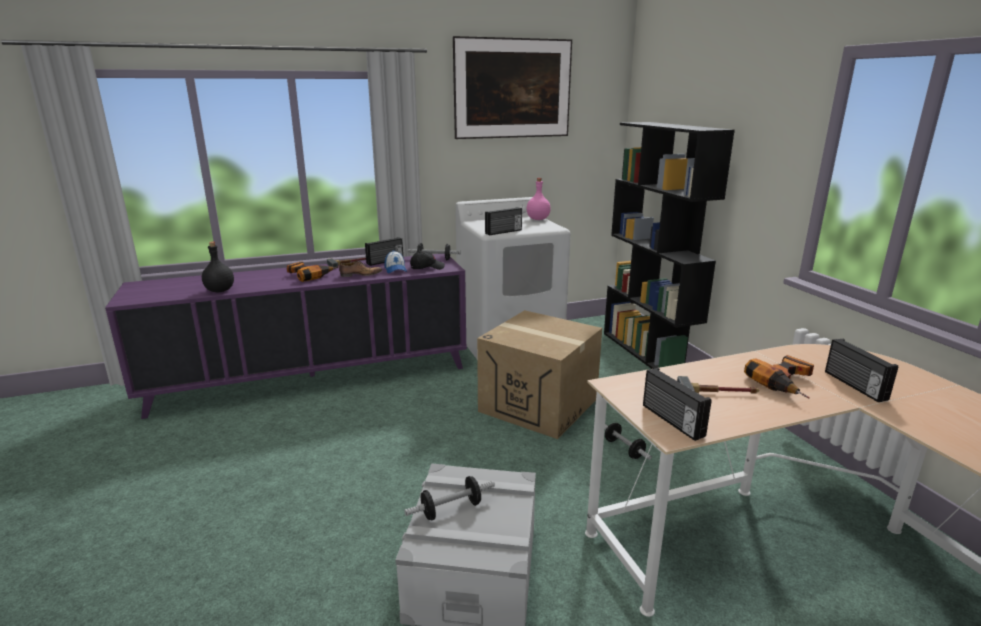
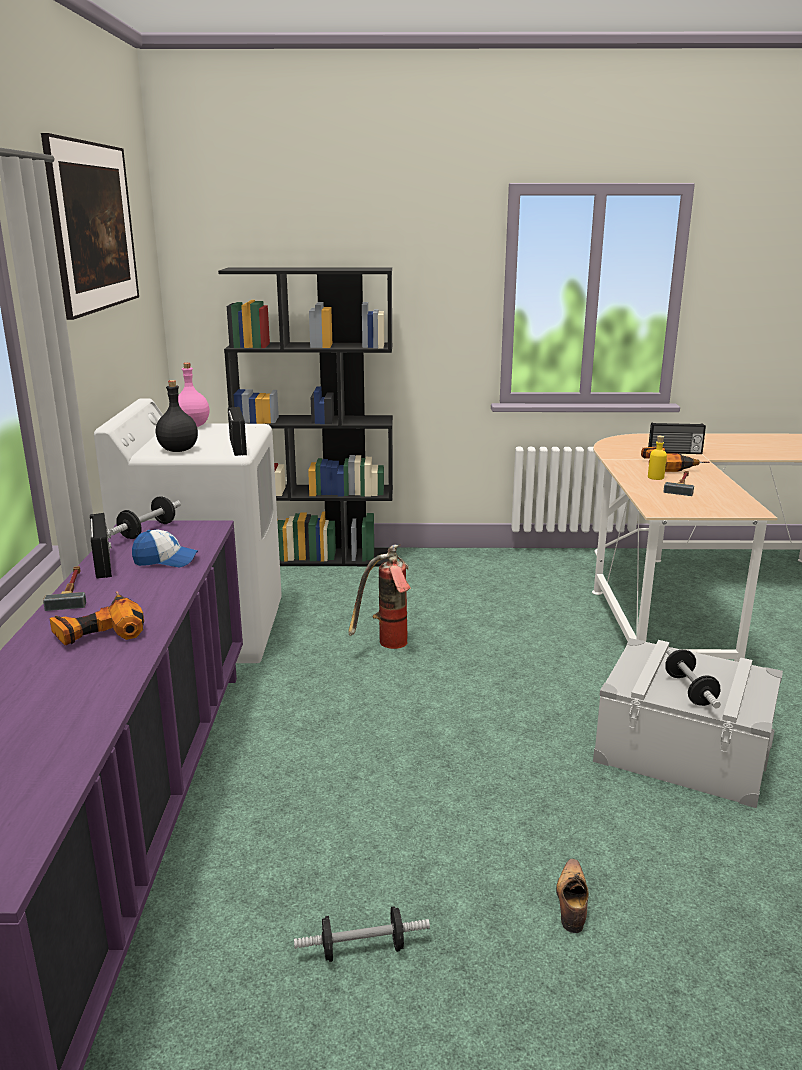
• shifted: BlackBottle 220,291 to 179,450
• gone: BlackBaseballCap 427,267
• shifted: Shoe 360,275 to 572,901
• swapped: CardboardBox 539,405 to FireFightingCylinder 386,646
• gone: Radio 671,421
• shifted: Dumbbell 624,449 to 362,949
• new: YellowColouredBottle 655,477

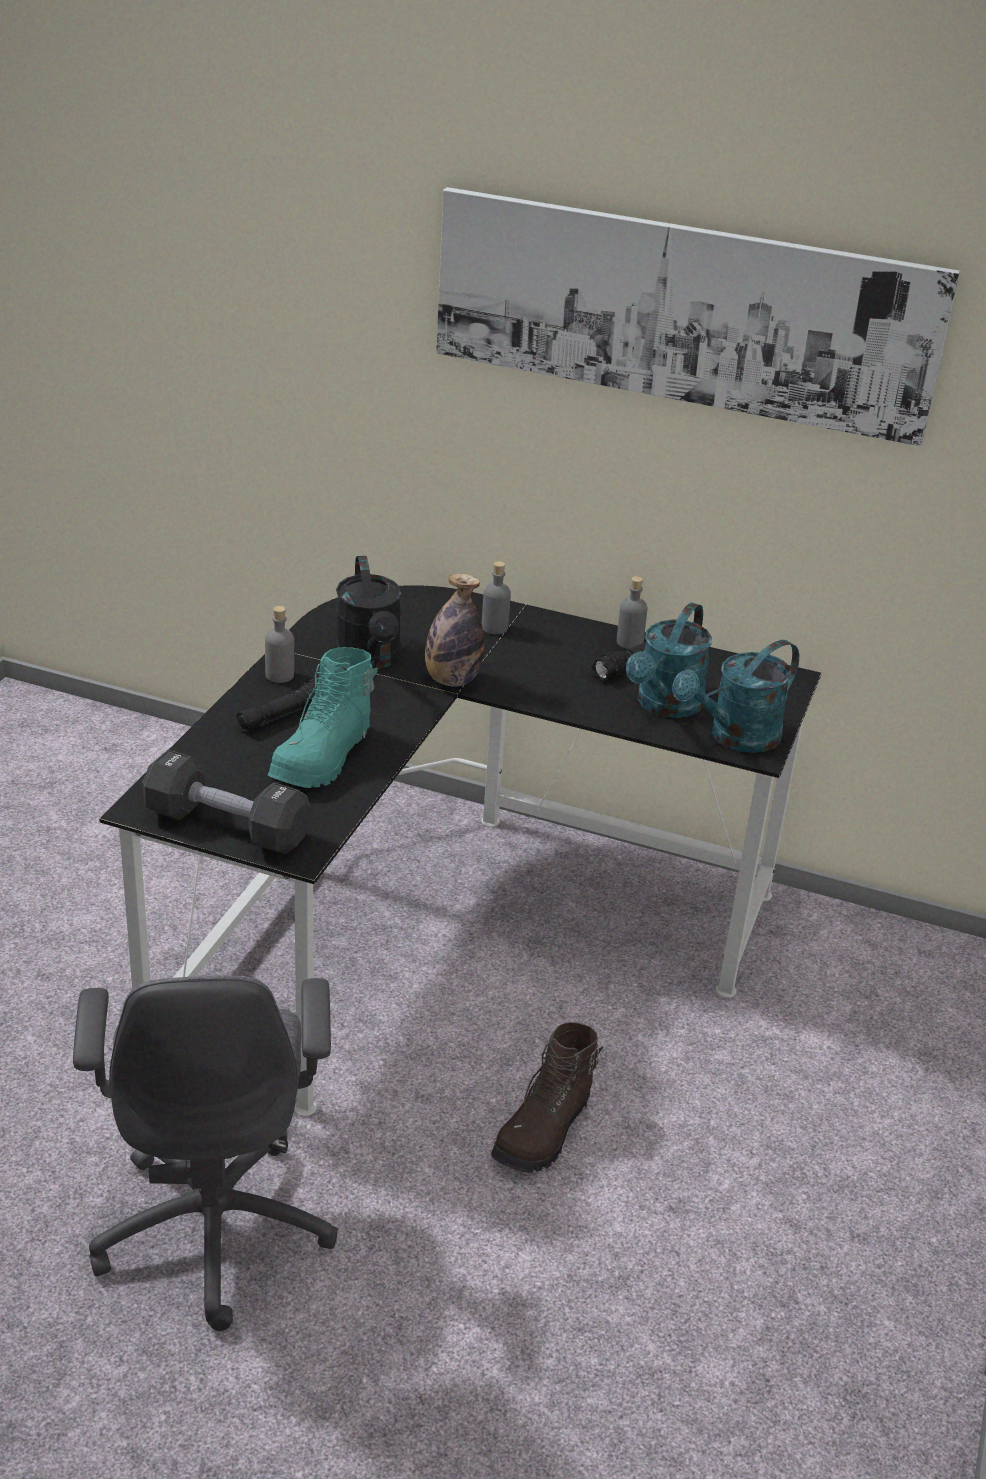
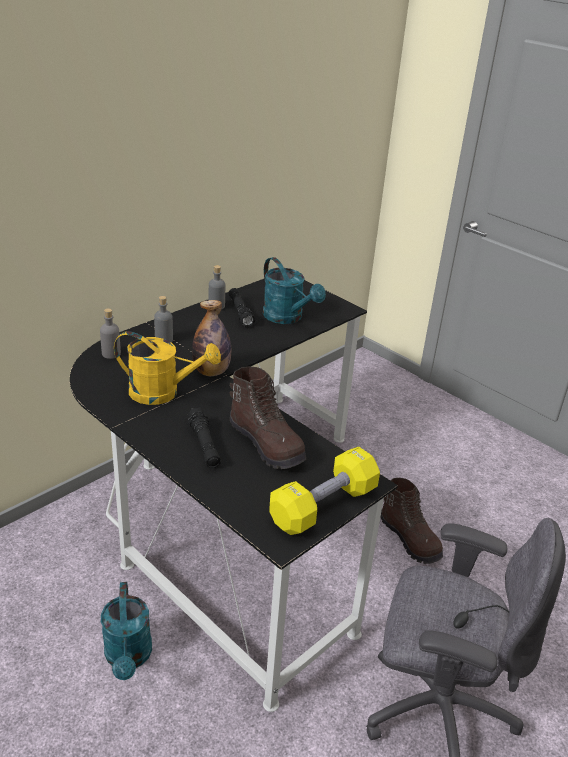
• gone: WallArt 682,312
• repainted: BlackWateringCan 371,659 to YellowColouredWateringCan 163,393
• shifted: GrayBottle 279,675 to 111,354
• shifted: BlueGreenWateringCan 735,738 to 128,657
• repainted: BlueGreenBoot 324,758 to BrownColouredBoot 267,444
• repainted: BlackDumbbell 227,826 to YellowColouredDumbbell 323,506

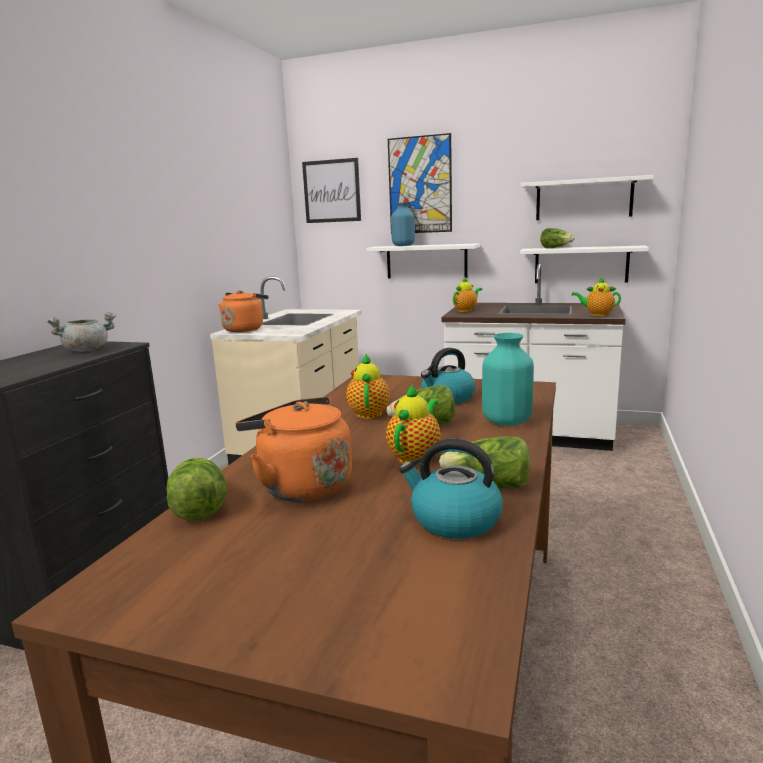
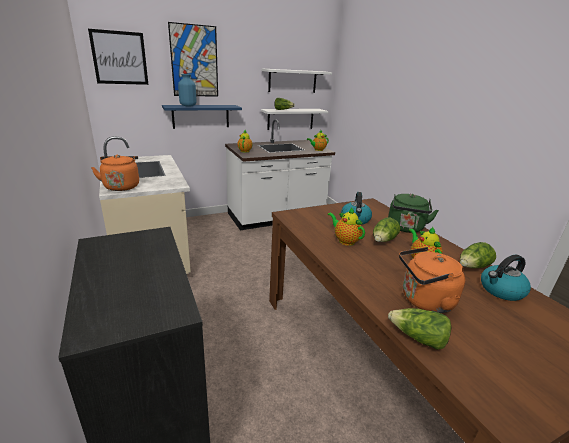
• repainted: WhiteWallShelf 426,261 to BlueWallShelf 201,116
• gone: GrayStockpot 87,350
• swapped: BlueGreenFlowerVase 506,421 to GreenColouredWaterKettle 405,228

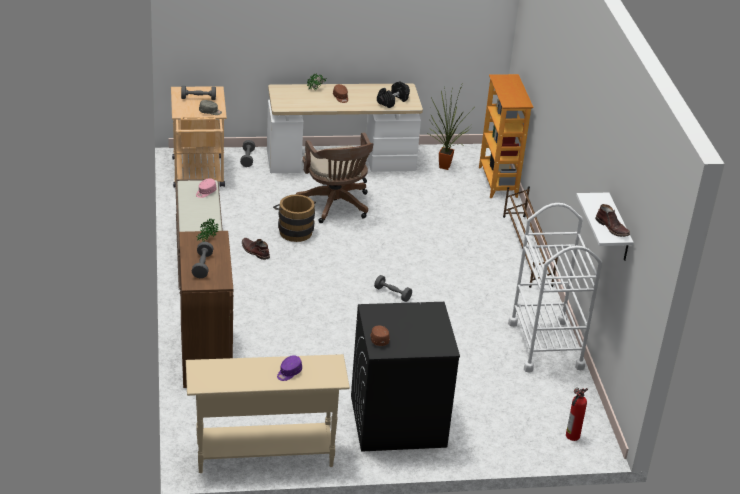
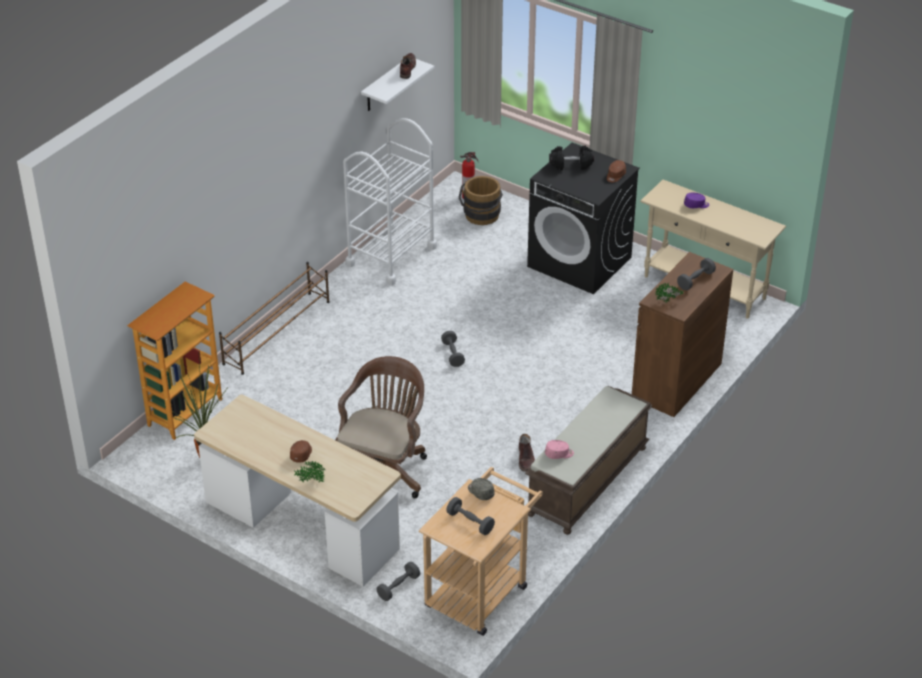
• shifted: BlackDumbbell 392,101 to 571,165
• shifted: BrownColouredWaterBucket 294,230 to 481,217

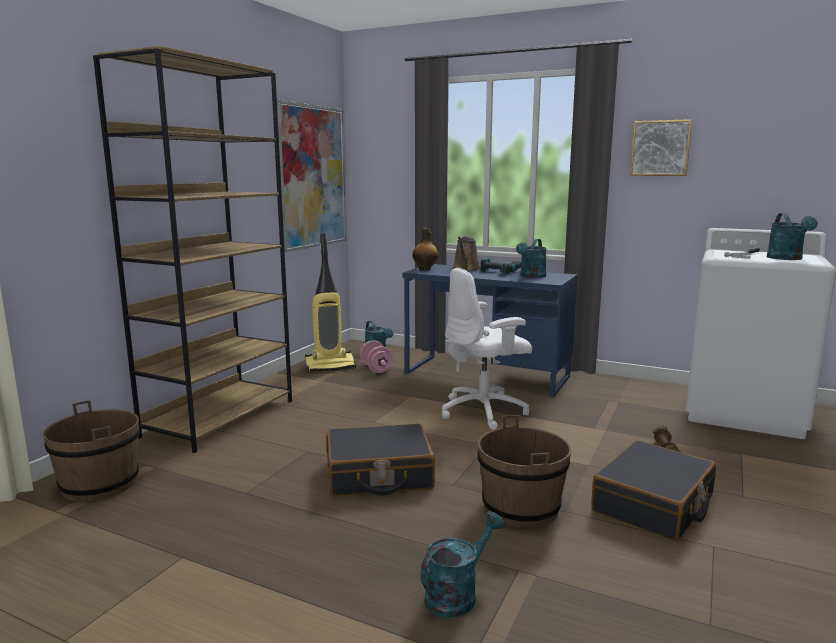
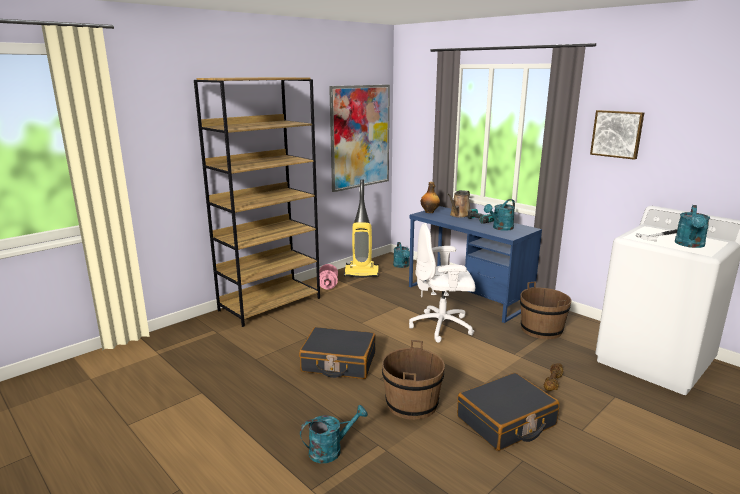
• shifted: PinkDumbbell 376,369 to 328,285
• shifted: BrownColouredWaterBucket 100,484 to 541,330

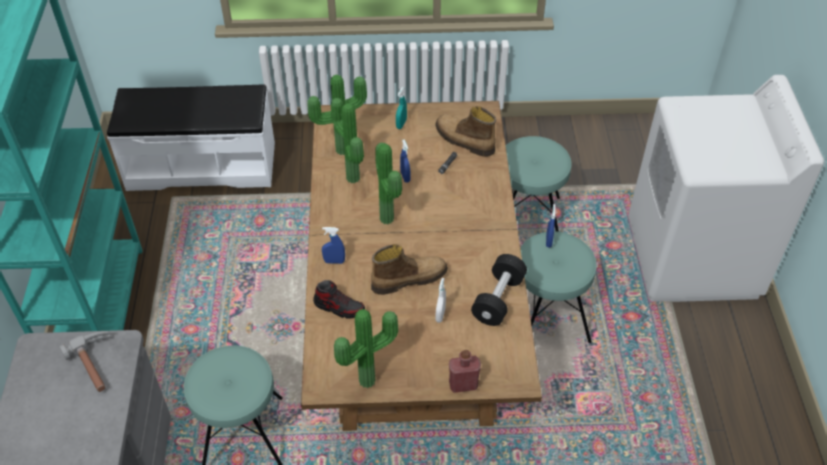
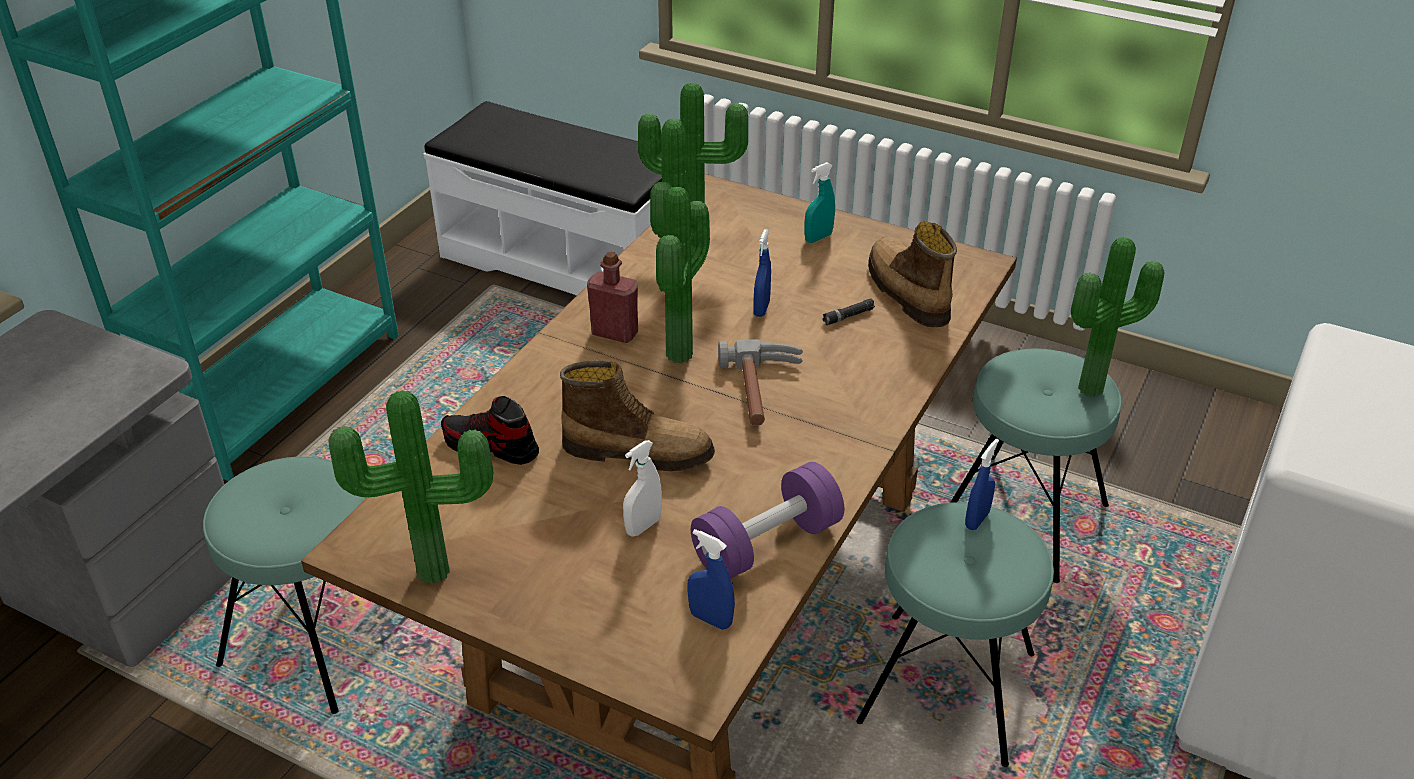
• shifted: BlueSprayer 334,261 to 710,619
• repainted: BlackDumbbell 498,299 to PurpleColouredDumbbell 766,544
• rotated: Shoe 339,307 = 491,447 150 degrees clockwise
• shifted: HandHammer 98,364 to 764,391
• shifted: RedColouredBottle 463,384 to 615,333
• new: PottedPlant 1094,391

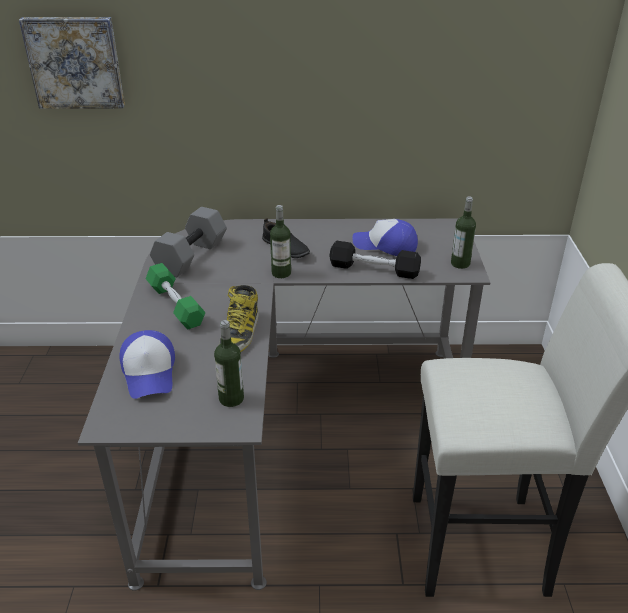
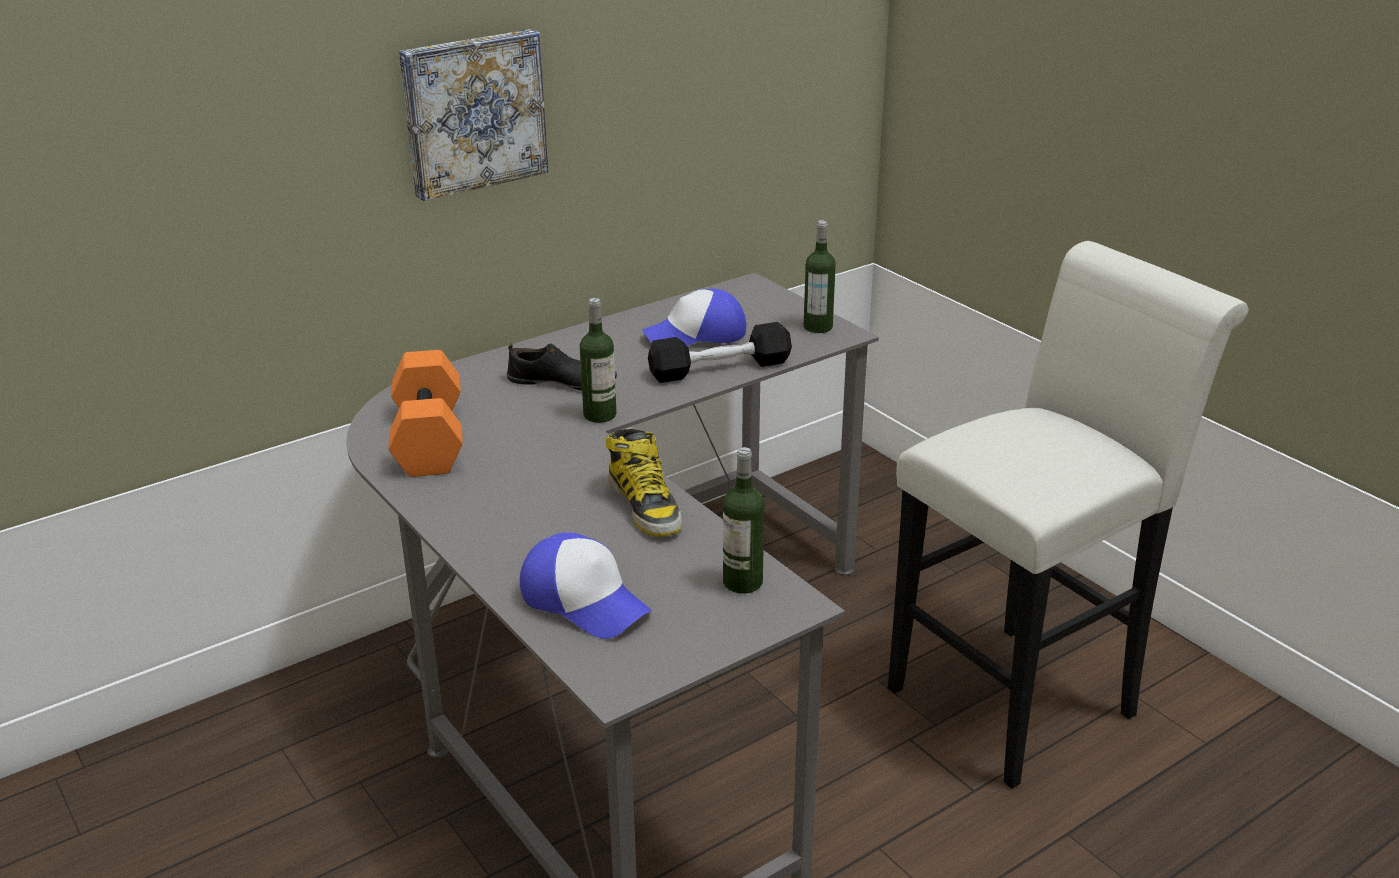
• shifted: WallArt 75,62 to 472,112
• repainted: GrayDumbbell 191,257 to OrangeDumbbell 431,439
• gone: GreenColouredDumbbell 176,305

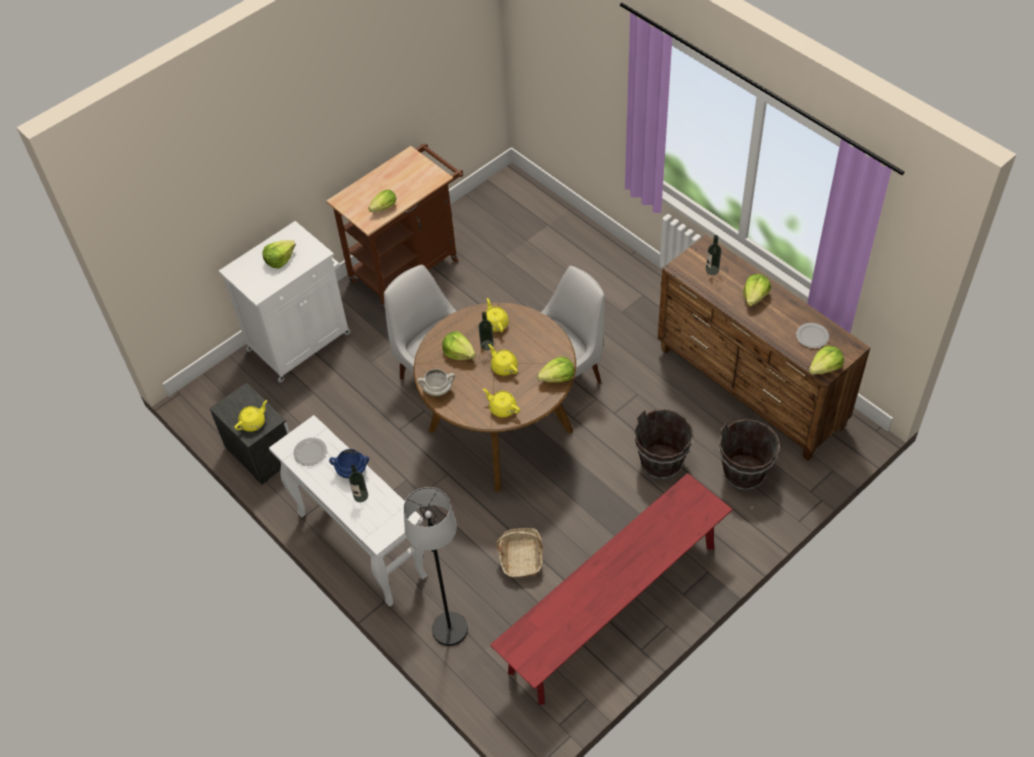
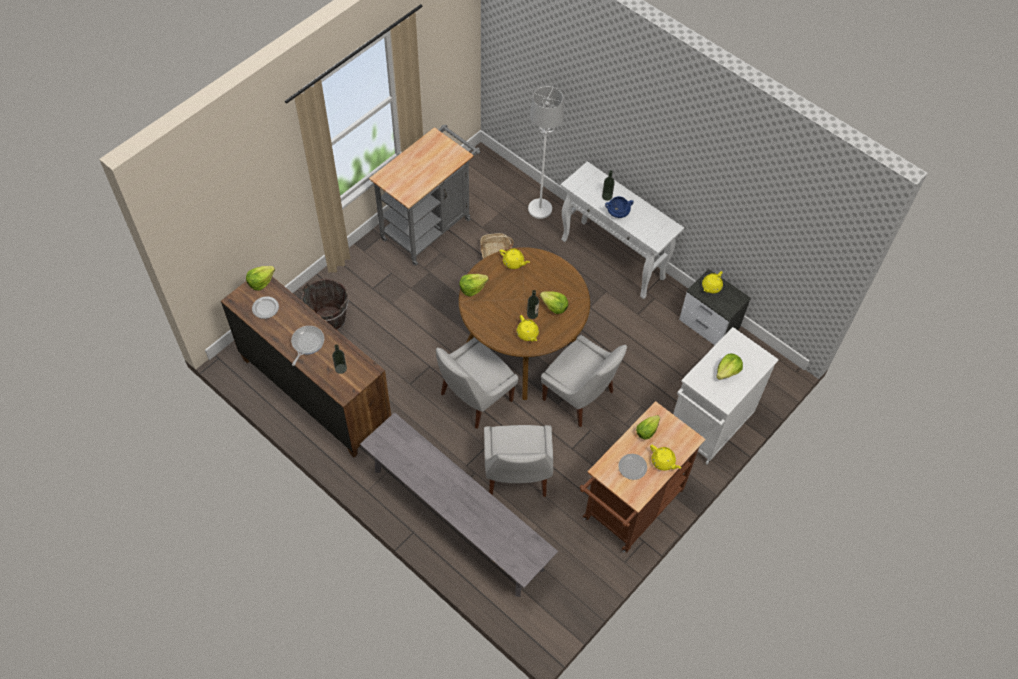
• swapped: Lettuce 755,296 to Pan 307,343
• shifted: YellowColouredTeaPot 504,367 to 663,462
• gone: WhiteStockpot 438,389
• gone: BrownColouredWaterBucket 661,463
• shifted: DinnerPlate 311,452 to 632,467
• swapped: RedColouredIndoorBench 613,608 to GrayWheeledCart 430,225
• repainted: BlackFloorLamp 449,629 to WhiteFloorLamp 540,209
• new: GrayIndoorBench 457,519
• new: WhiteChair 516,477

